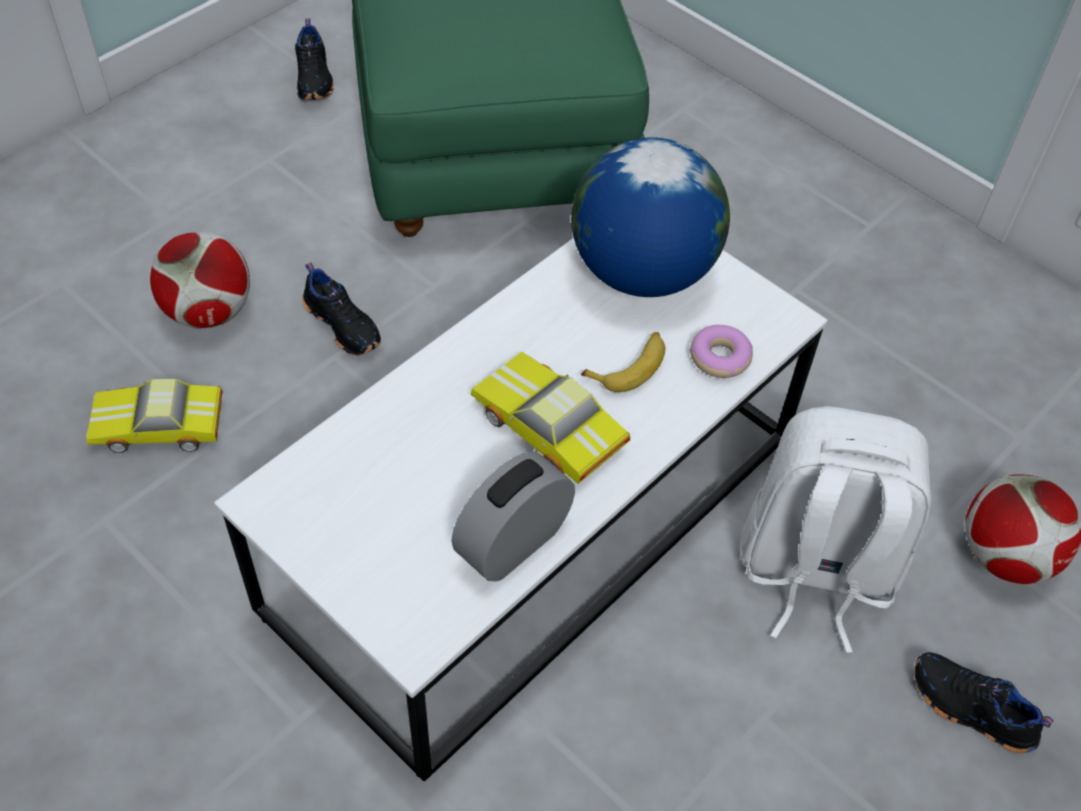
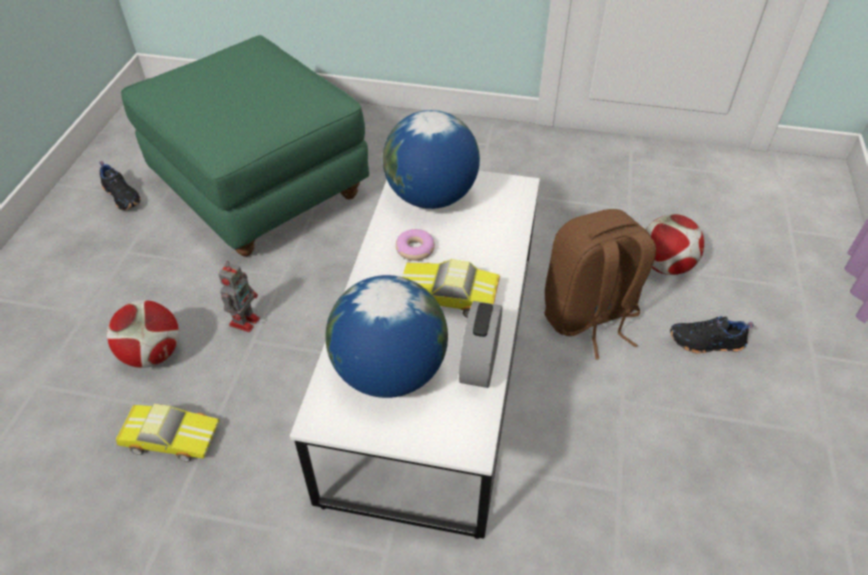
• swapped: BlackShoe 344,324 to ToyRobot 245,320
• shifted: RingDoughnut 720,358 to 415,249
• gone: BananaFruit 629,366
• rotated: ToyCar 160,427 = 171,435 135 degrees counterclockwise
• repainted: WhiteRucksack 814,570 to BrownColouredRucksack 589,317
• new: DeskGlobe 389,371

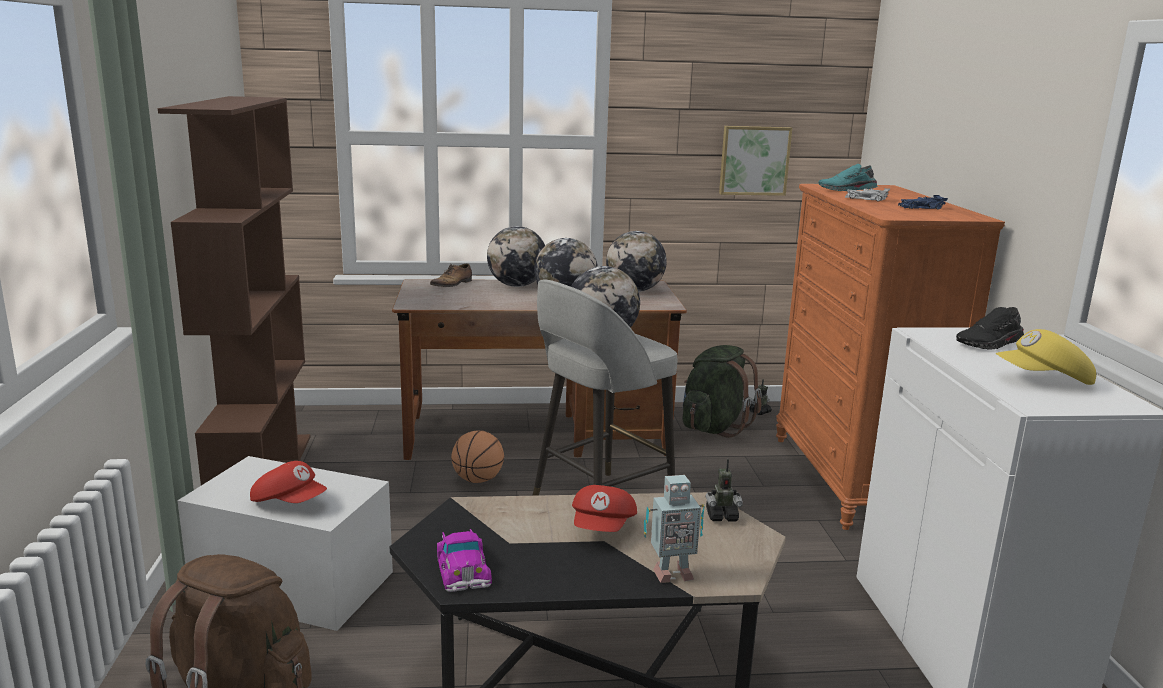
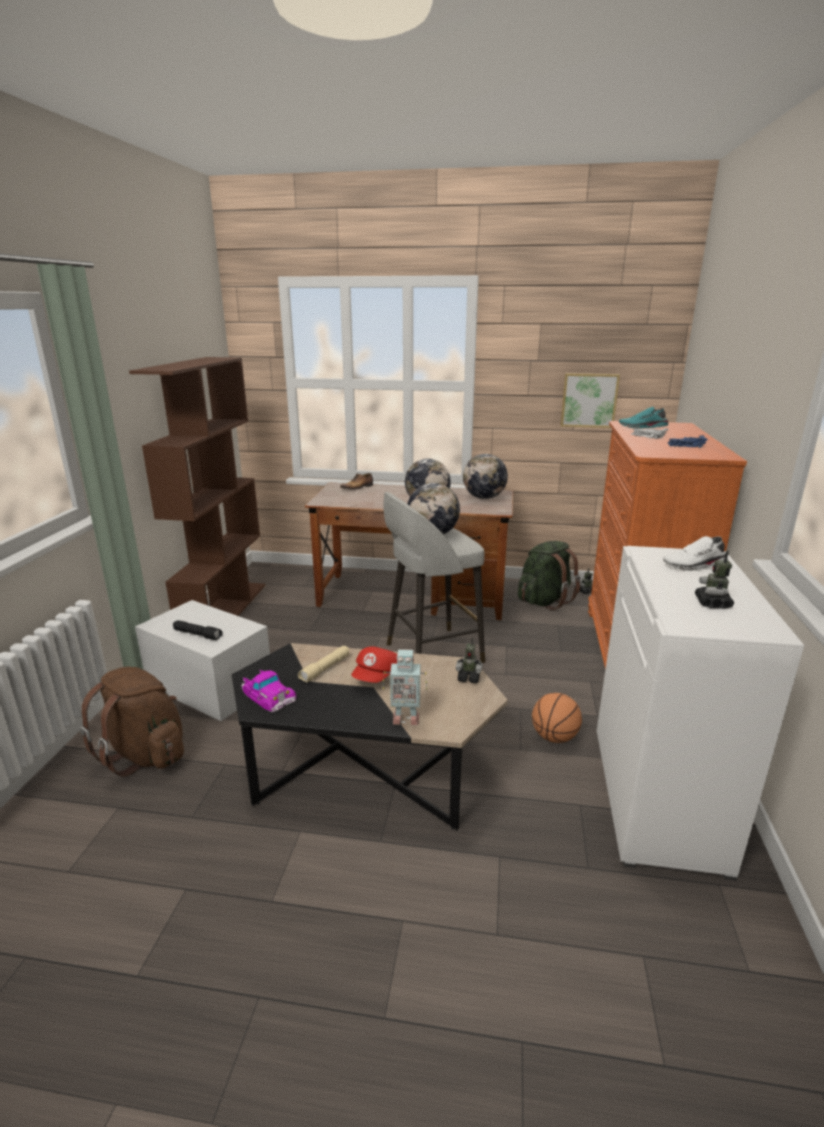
• gone: DeskGlobe 517,285
• repainted: BlackShoe 990,344 to WhiteShoe 695,566
• swapped: YellowColouredBaseballCap 1044,381 to ToyRobot 712,603
• shifted: BallForBasketball 477,480 to 554,737
• swapped: RedColouredBaseballCap 290,502 to BlackHandTorch 198,634
• rotated: ToyCar 462,567 = 268,695 45 degrees counterclockwise
• new: BeigeHandTorch 325,669

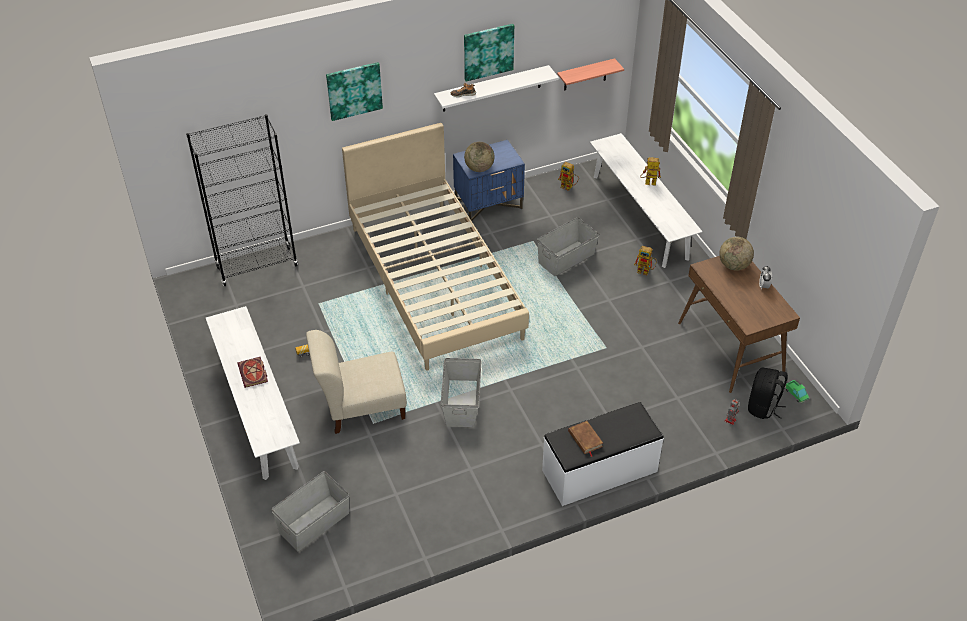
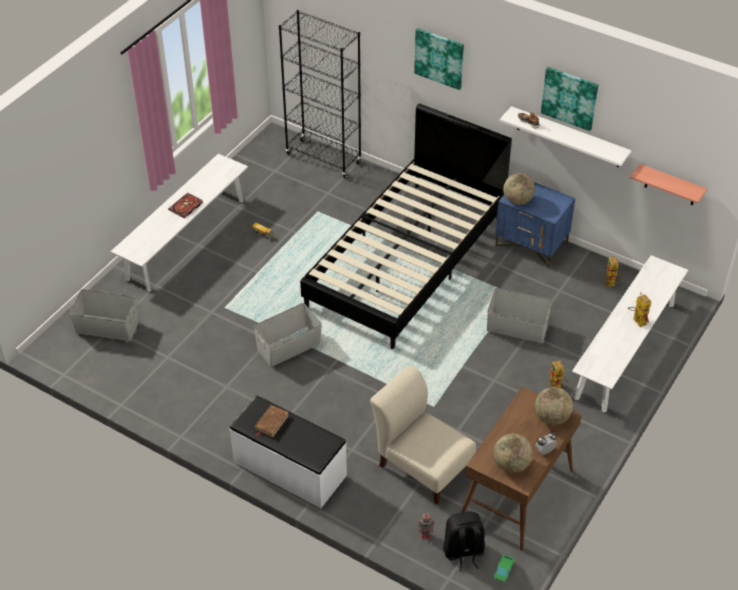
• repainted: BeigeBed 434,281 to BlackBed 406,261
• shifted: BeigeChair 361,406 to 422,465
• new: DeskGlobe 511,464

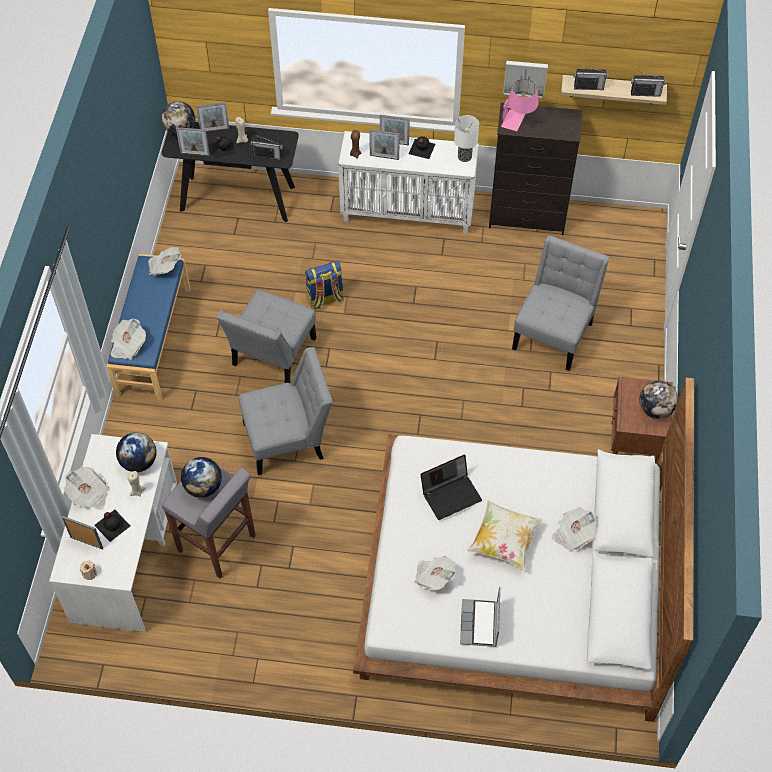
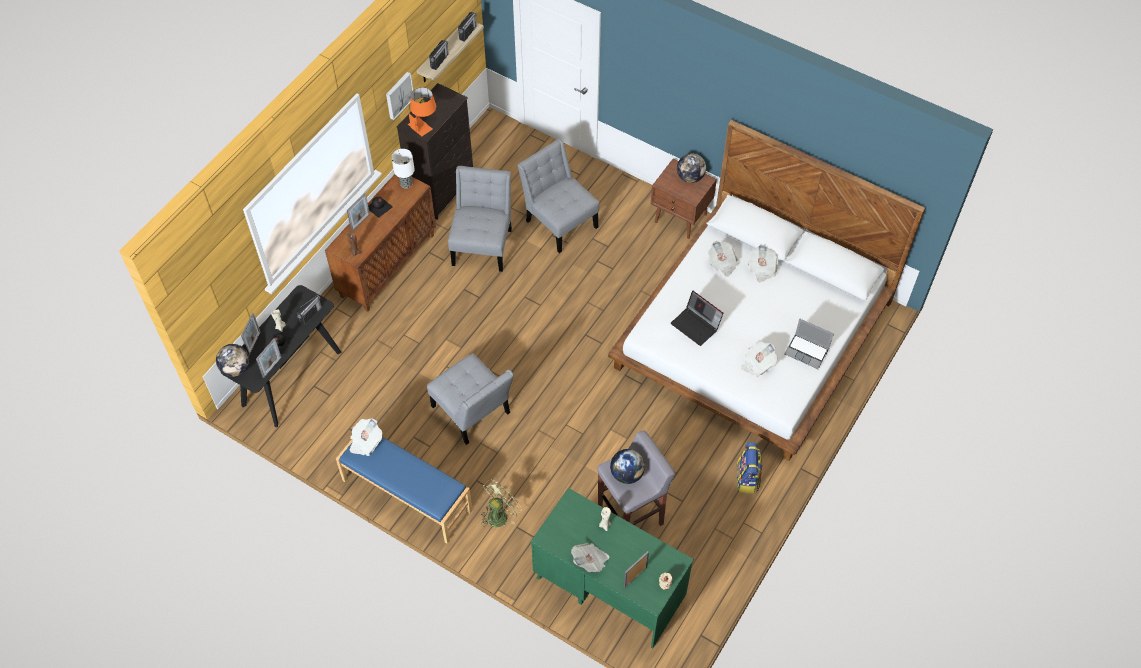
• repainted: PinkLampForATable 518,121 to OrangeLampForATable 424,124
• gone: PictureFrame 384,157
• repainted: WhiteStorageCabinet 408,212 to BrownColouredStorageCabinet 387,264
• shifted: Rucksack 325,299 to 747,479
• shifted: PrintedPaper 128,346 to 722,263
• shifted: GrayChair 288,439 to 483,244
• gone: DeskGlobe 139,462
• repainted: WhiteDeskTable 126,554 to GreenColouredDeskTable 608,586
• rotated: Laptop 451,494 = 696,325 135 degrees clockwise
• gone: ThrowPillow 504,541
• gone: BlackBottle 112,524
• new: GreenColouredCoolingFan 499,514

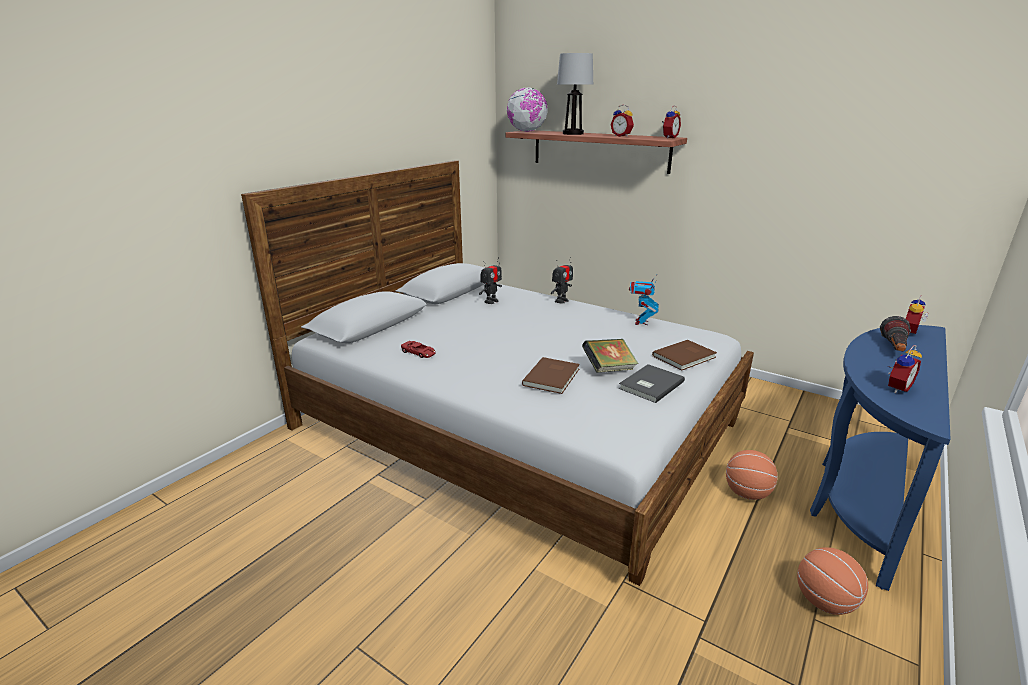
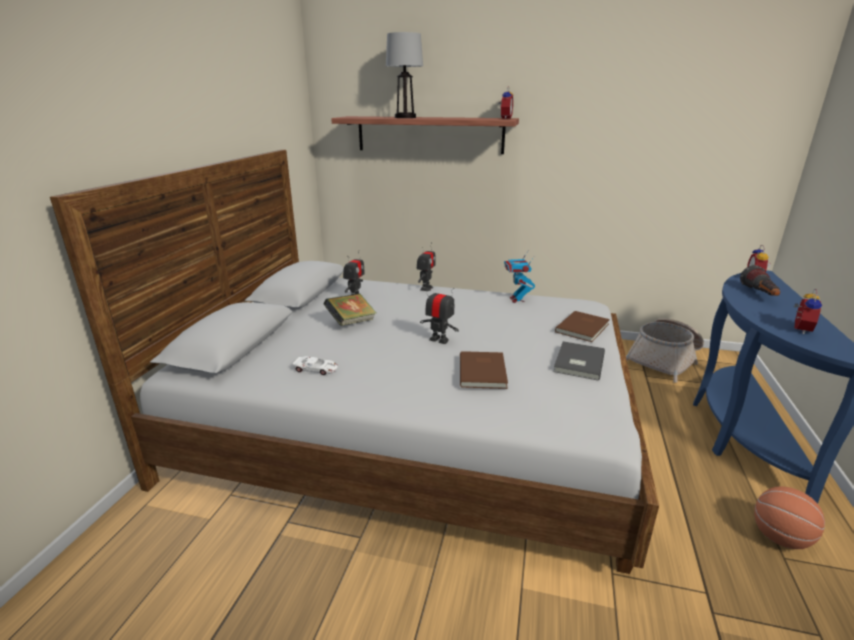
• gone: DeskGlobe 527,131
• gone: BedsideClock 622,136
• shifted: Book 609,369 to 351,322
• repainted: RedColouredToyCar 419,353 to WhiteToyCar 316,369
• gone: BallForBasketball 747,493
• new: ToyRobot 439,340
• new: StorageBasket 664,360

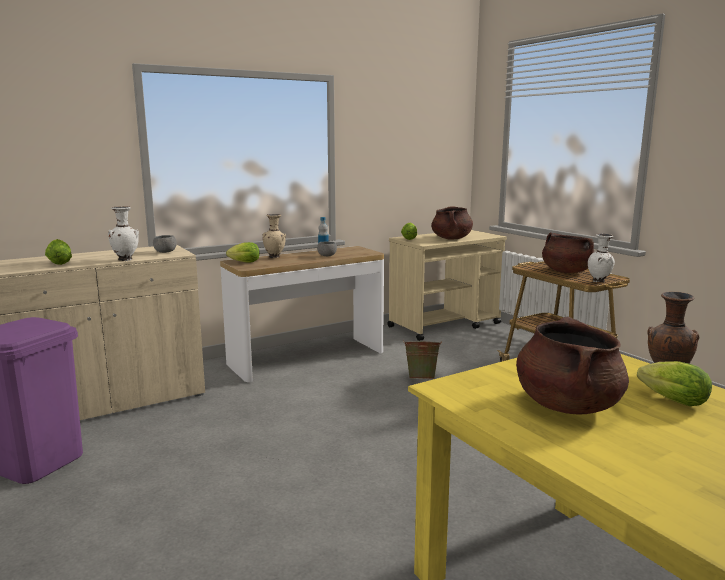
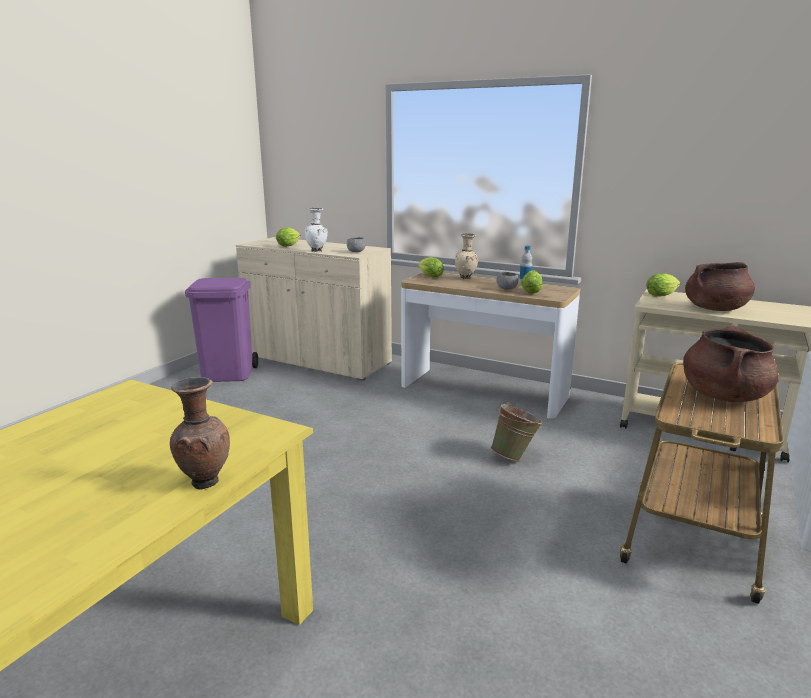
• gone: WhiteFlowerVase 599,281
• gone: BrownColouredStockpot 567,405
• shifted: Lettuce 669,400 to 531,291

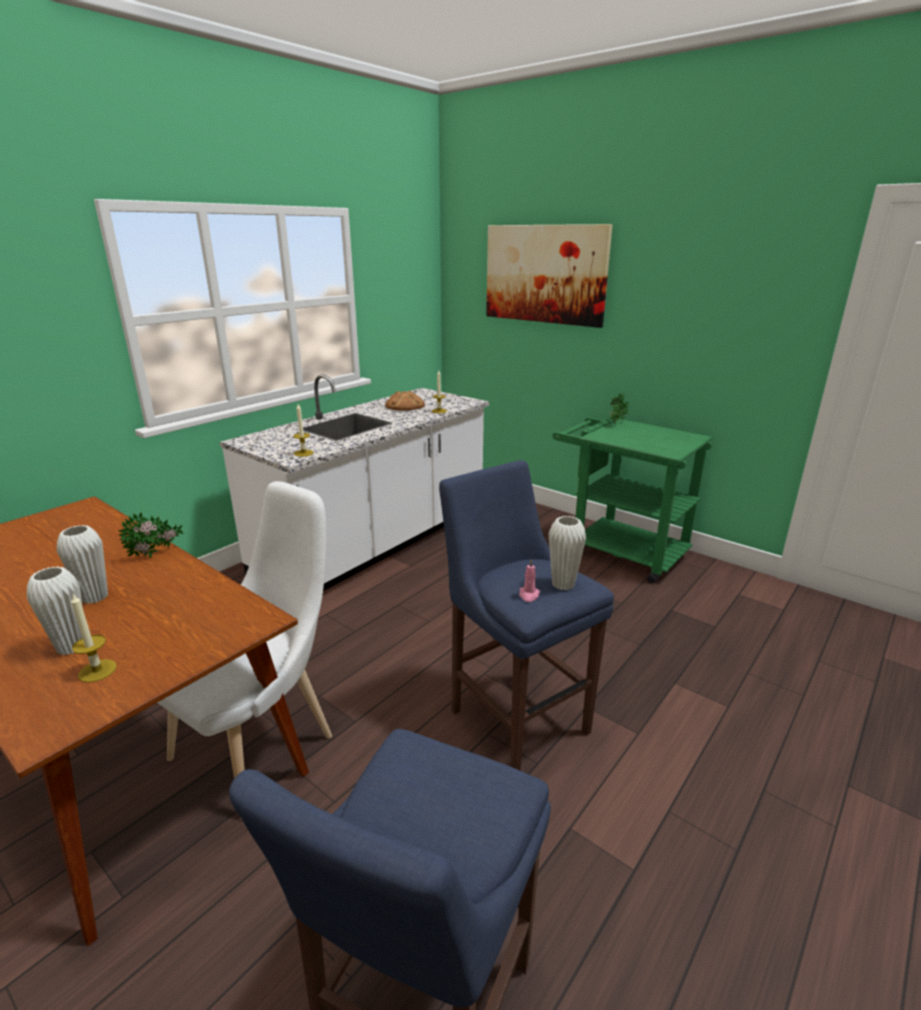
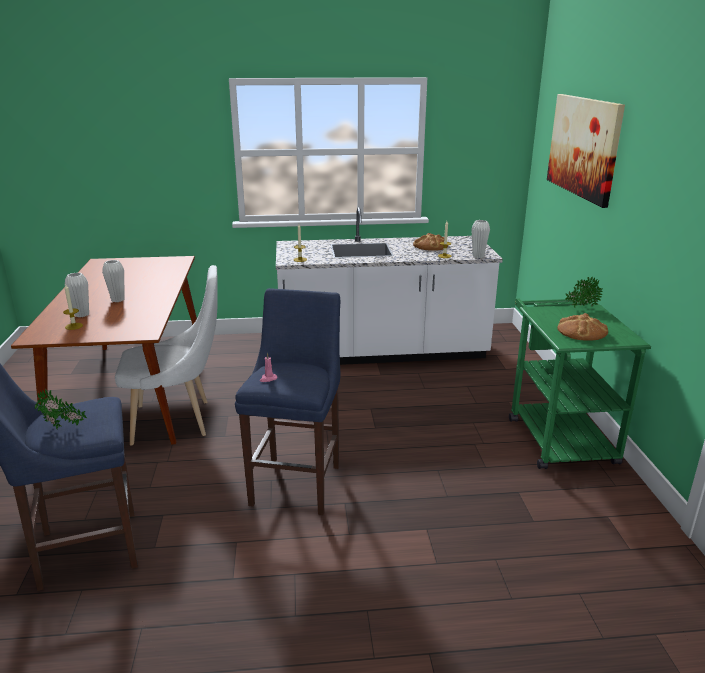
• shifted: PottedPlant 156,555 to 64,428
• shifted: WhiteFlowerVase 563,584 to 478,256
• new: BakeryBread 581,331

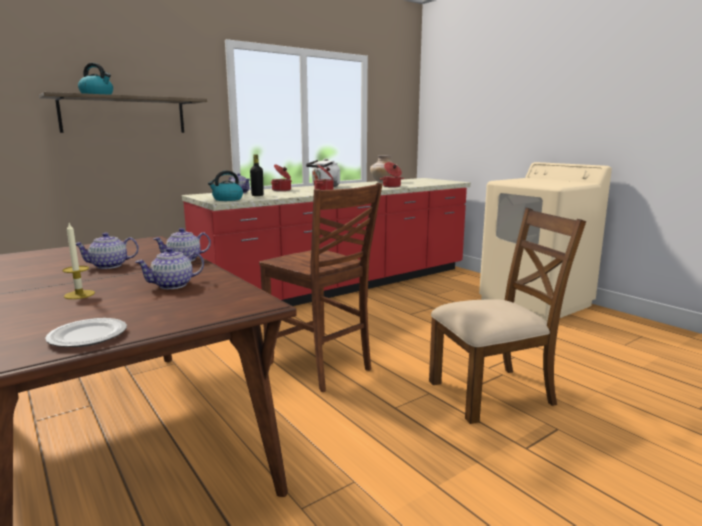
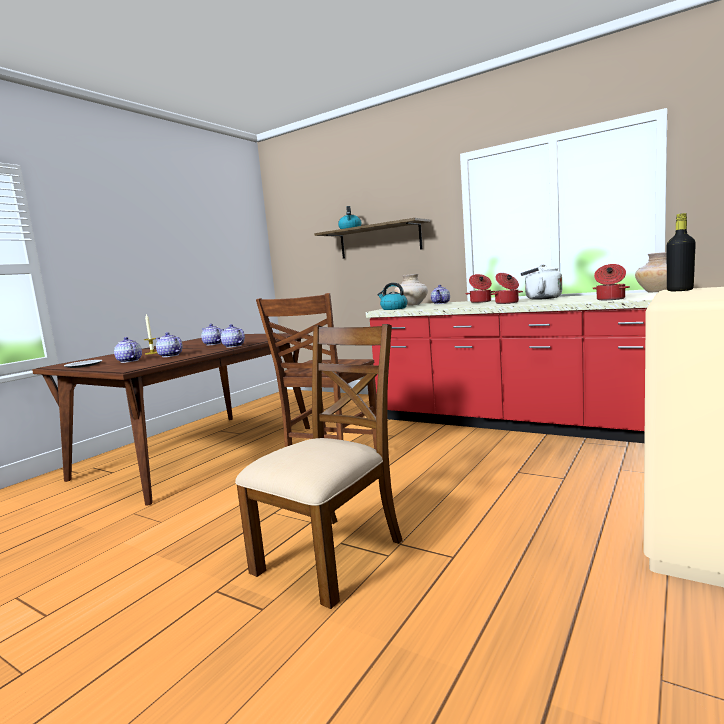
• shifted: BlackBottle 257,195 to 679,290
• rotated: BrownColouredChair 492,393 = 331,555 105 degrees counterclockwise
• new: BeigeFlowerVase 412,305
• new: TeaPot 129,361

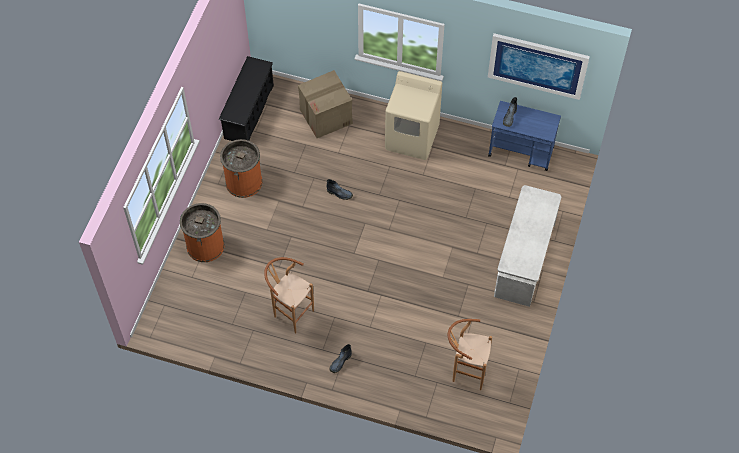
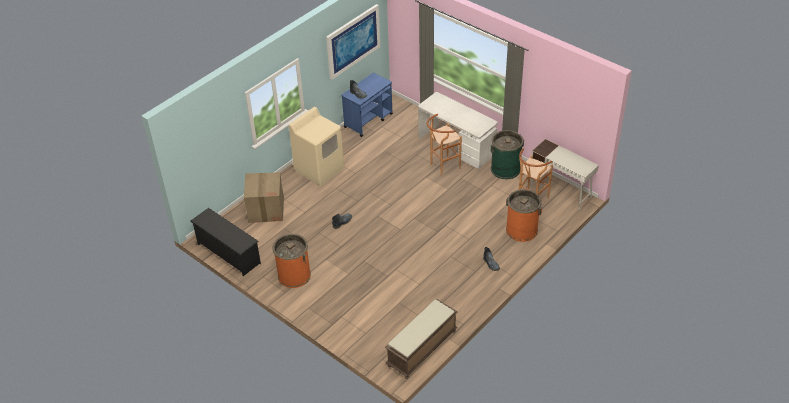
• shifted: OrangeRubbishBin 205,245 to 521,230
• shifted: BrownColouredStoolSeat 290,312 to 442,167
• new: GreenColouredRubbishBin 505,169
• new: WhiteDeskTable 561,190
• new: BrownColouredIndoorBench 422,349

